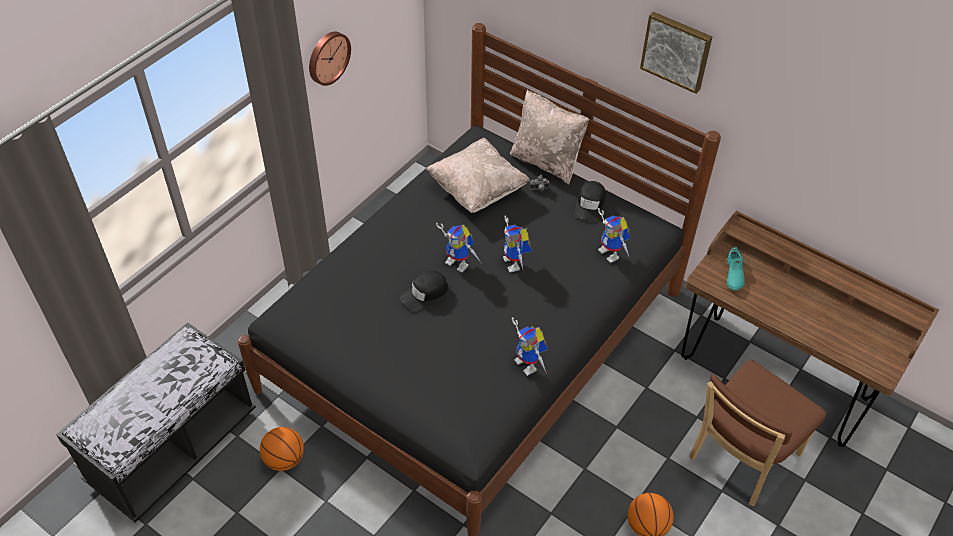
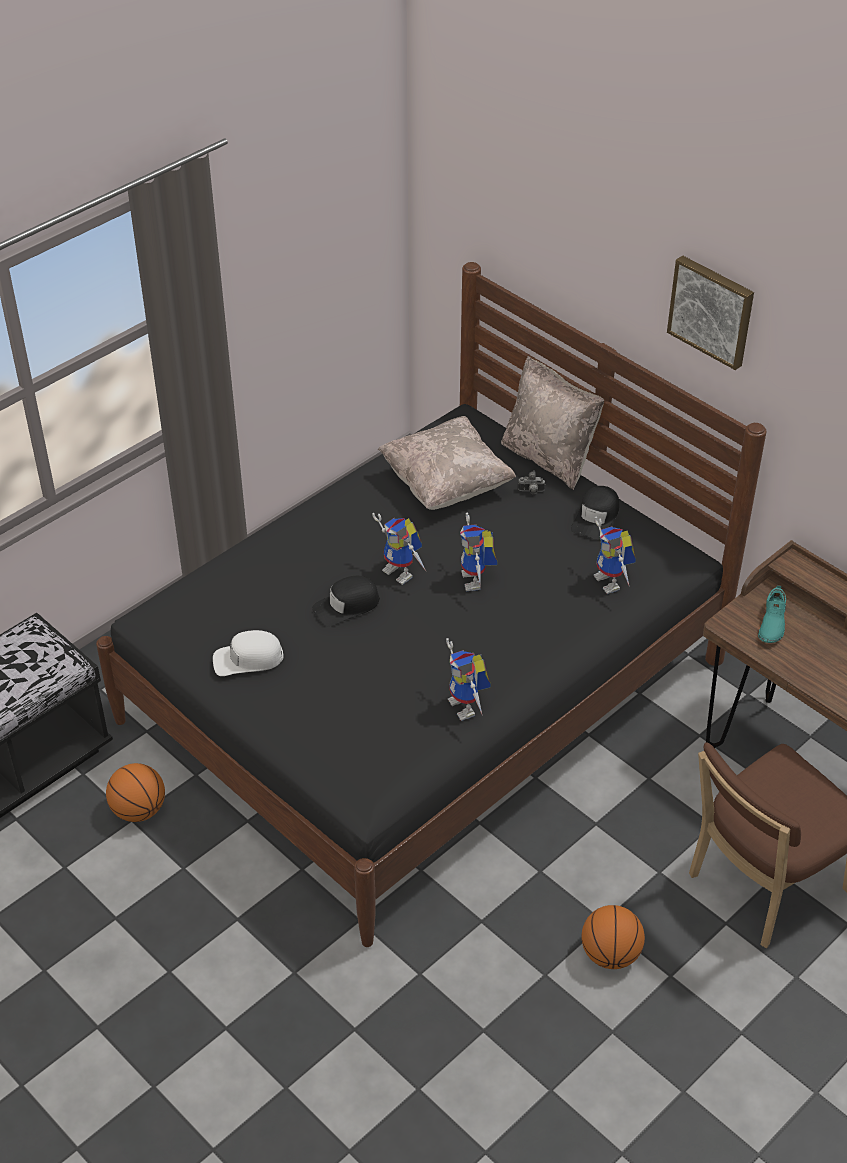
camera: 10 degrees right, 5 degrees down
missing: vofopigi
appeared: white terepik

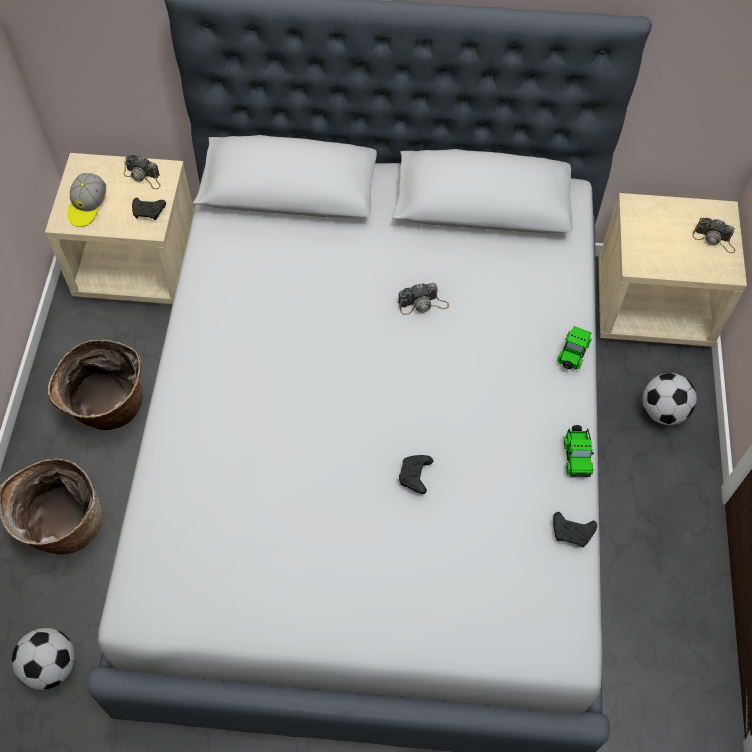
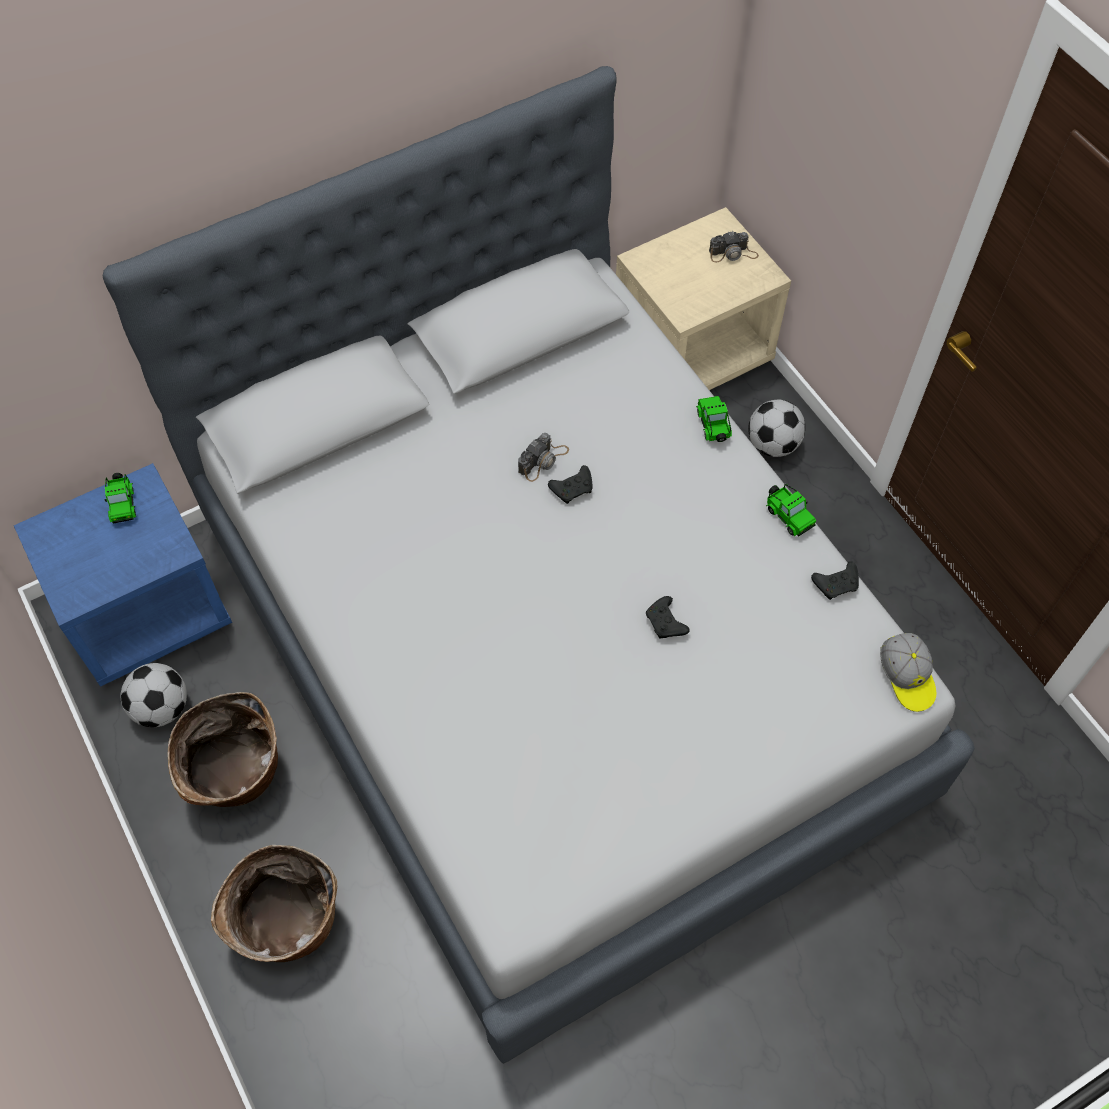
camera: 35 degrees left, 0 degrees up
relocated: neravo (no. 1 from left); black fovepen (no. 1 from left); terepik
exchanged: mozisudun (no. 1 from left) to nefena (no. 1 from left)
colour: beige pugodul (no. 1 from left) to blue pugodul

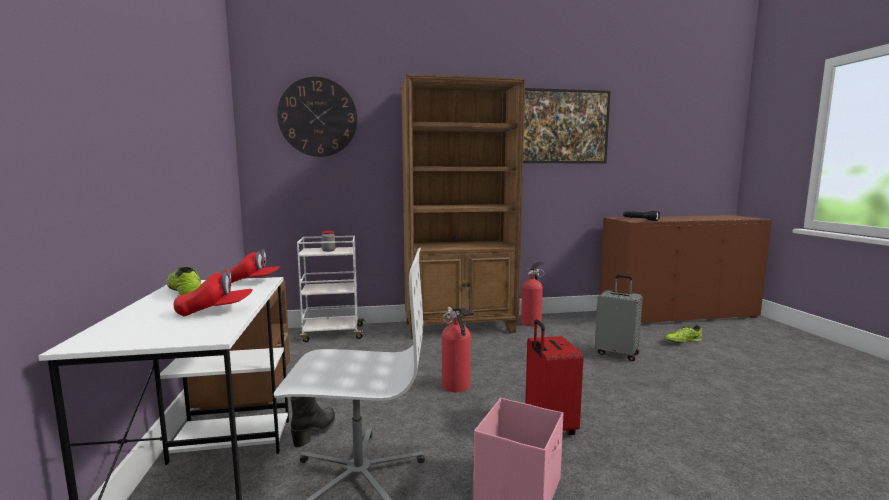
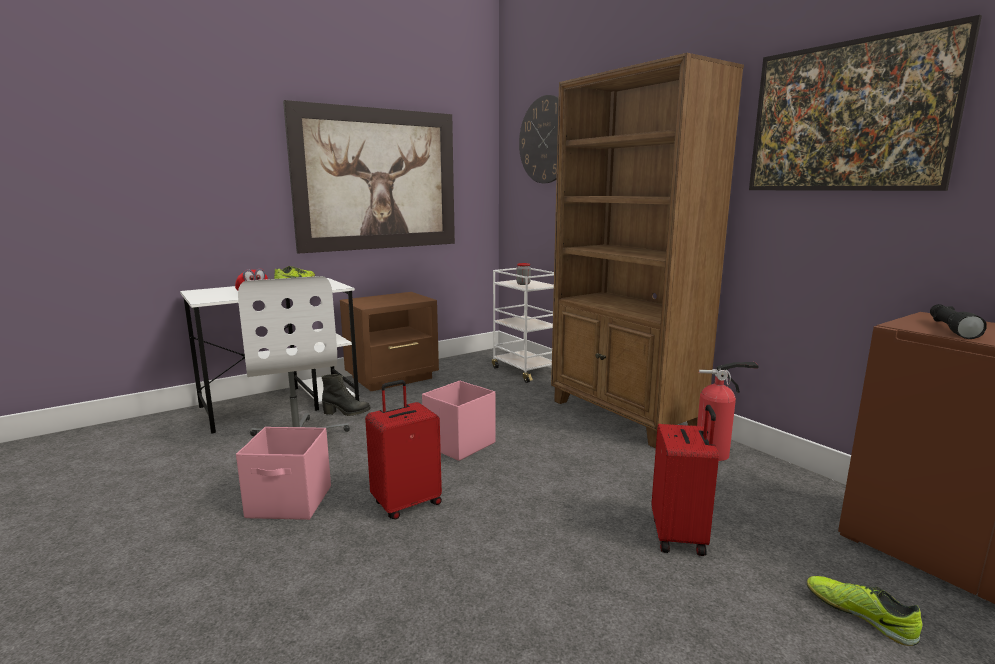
camera: 65 degrees right, 5 degrees up
missing: red terepik (no. 2 from left)
appeared: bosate (no. 1 from left)
exchanged: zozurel (no. 1 from left) to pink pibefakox (no. 2 from left)
colour: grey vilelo to red vilelo (no. 2 from left)

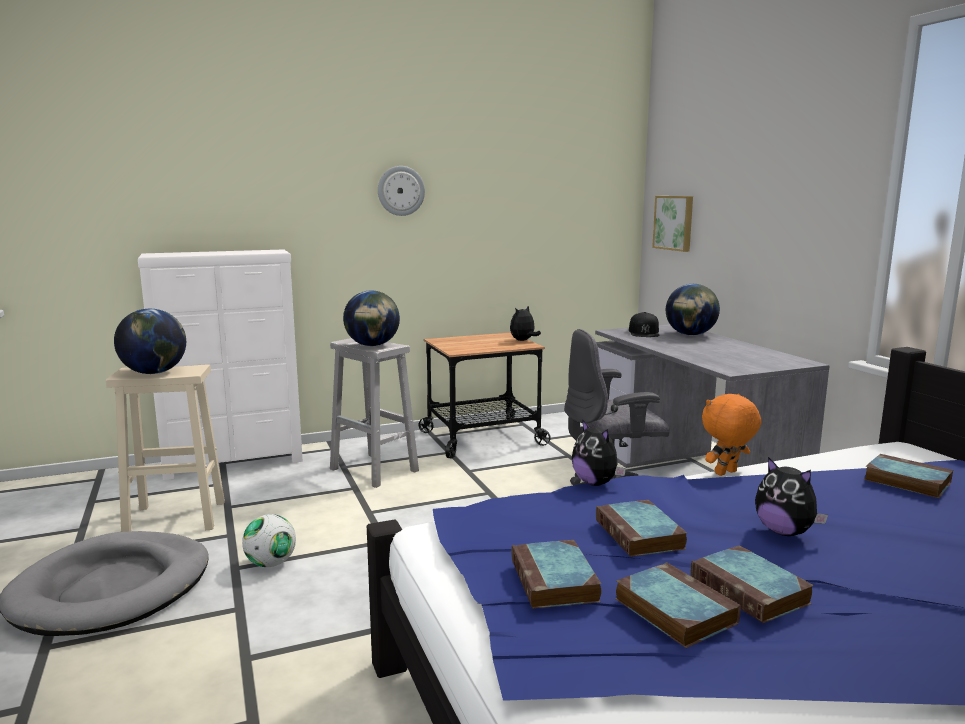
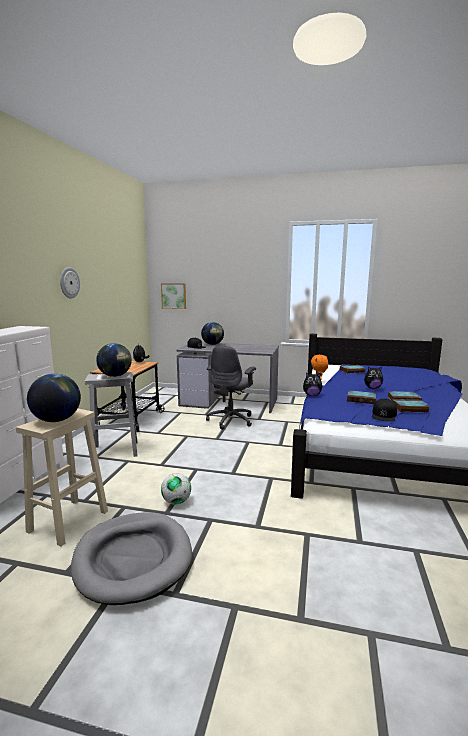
camera: 55 degrees left, 0 degrees up
exchanged: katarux (no. 1 from left) to black terepik (no. 2 from left)

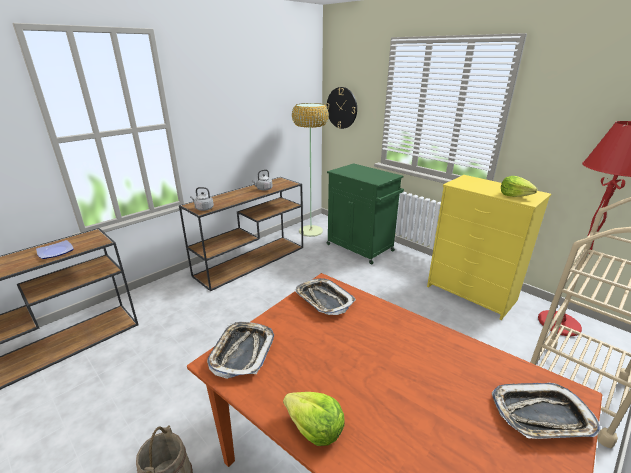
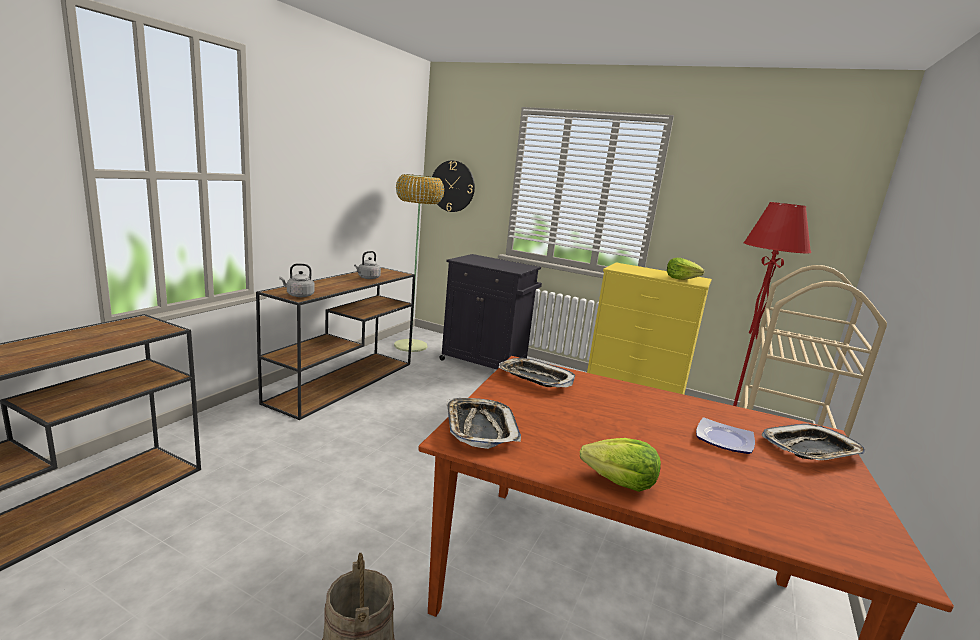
camera: 20 degrees left, 10 degrees down
relocated: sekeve
colour: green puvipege to black puvipege

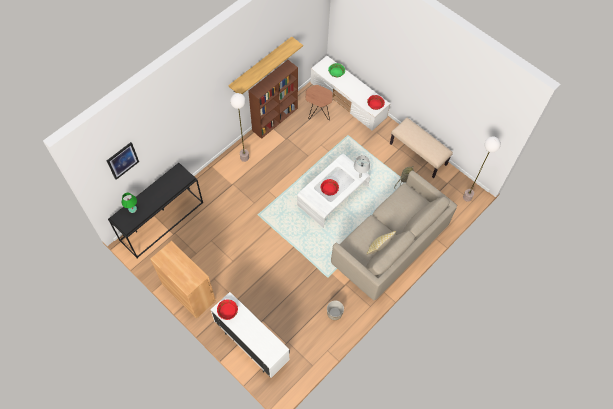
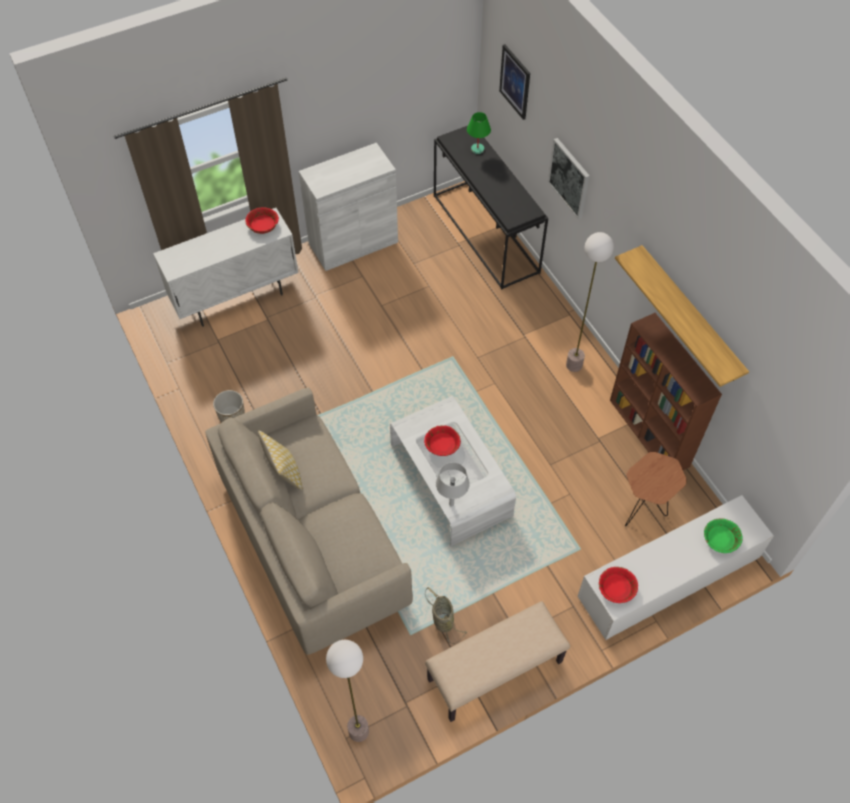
camera: 110 degrees right, 5 degrees down
appeared: bosate (no. 2 from left)
colour: brown puvipege to white puvipege (no. 2 from left)

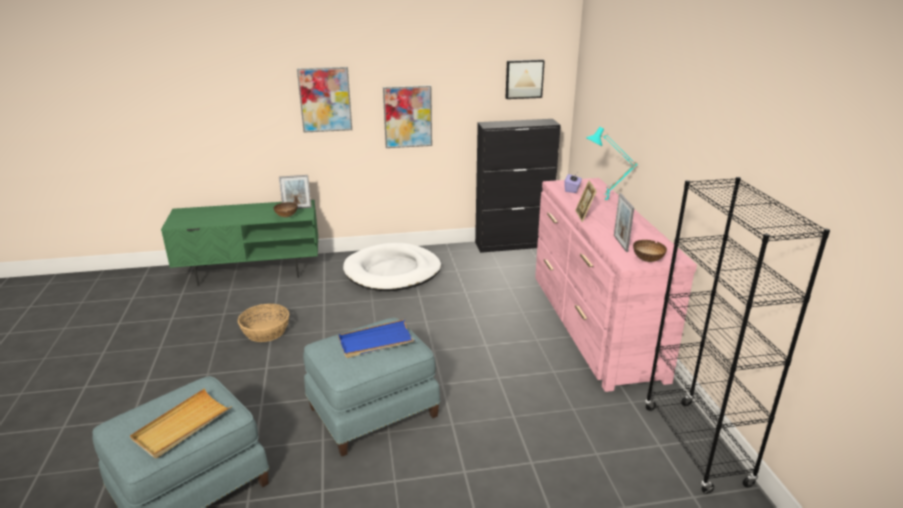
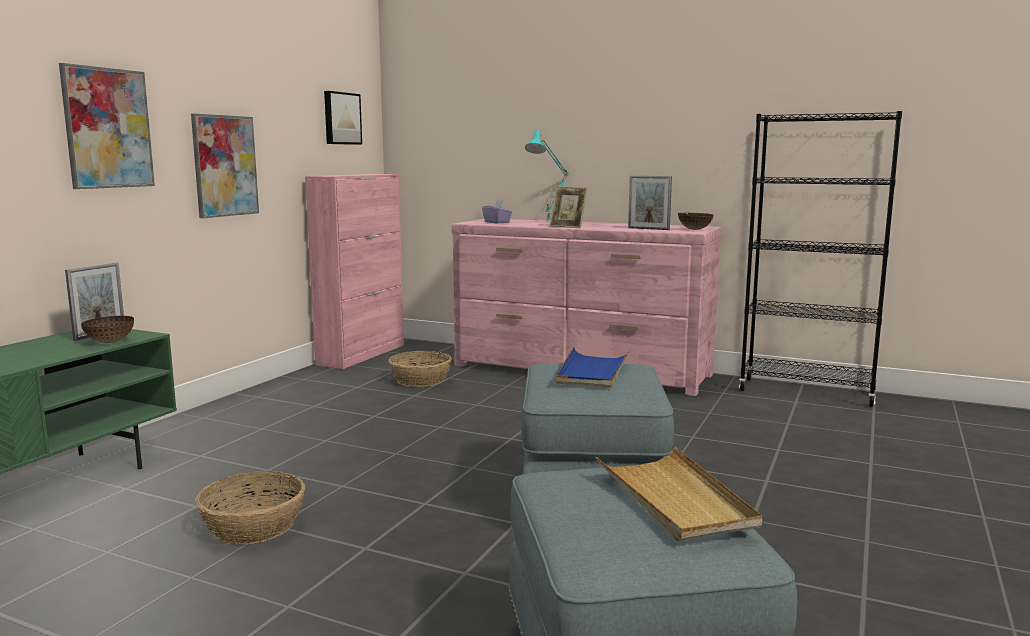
camera: 55 degrees left, 15 degrees down
missing: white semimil
appeared: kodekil (no. 2 from left)
colour: black puvipege to pink puvipege

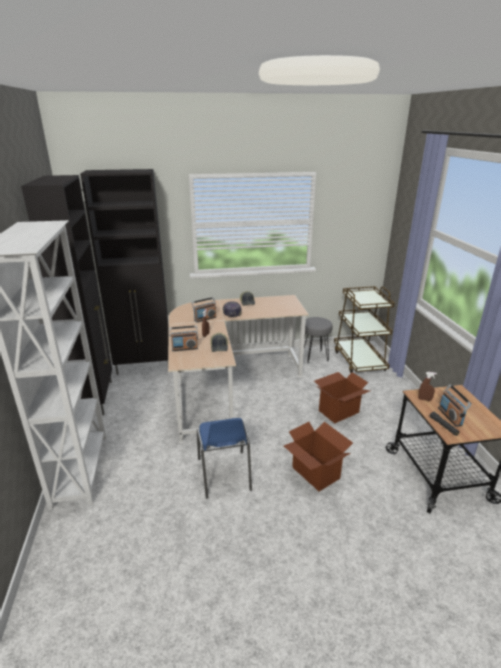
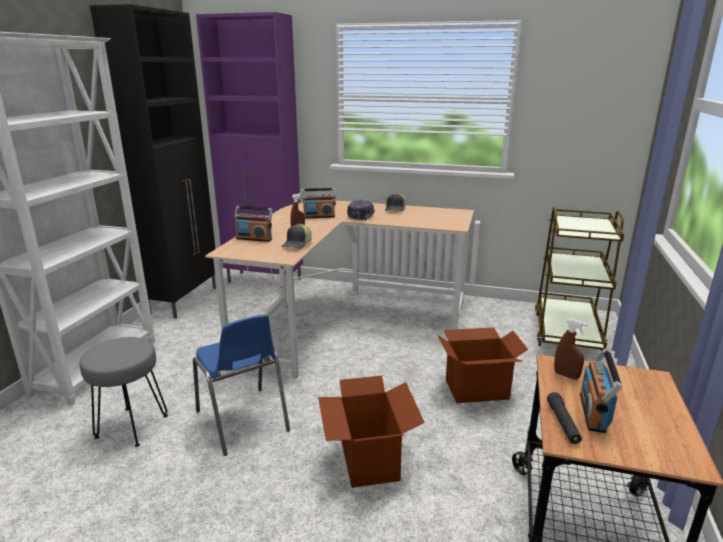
camera: 25 degrees right, 5 degrees down
relocated: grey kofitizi
colour: black puvipege (no. 2 from left) to purple puvipege
spun: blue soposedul 45 degrees counterclockwise

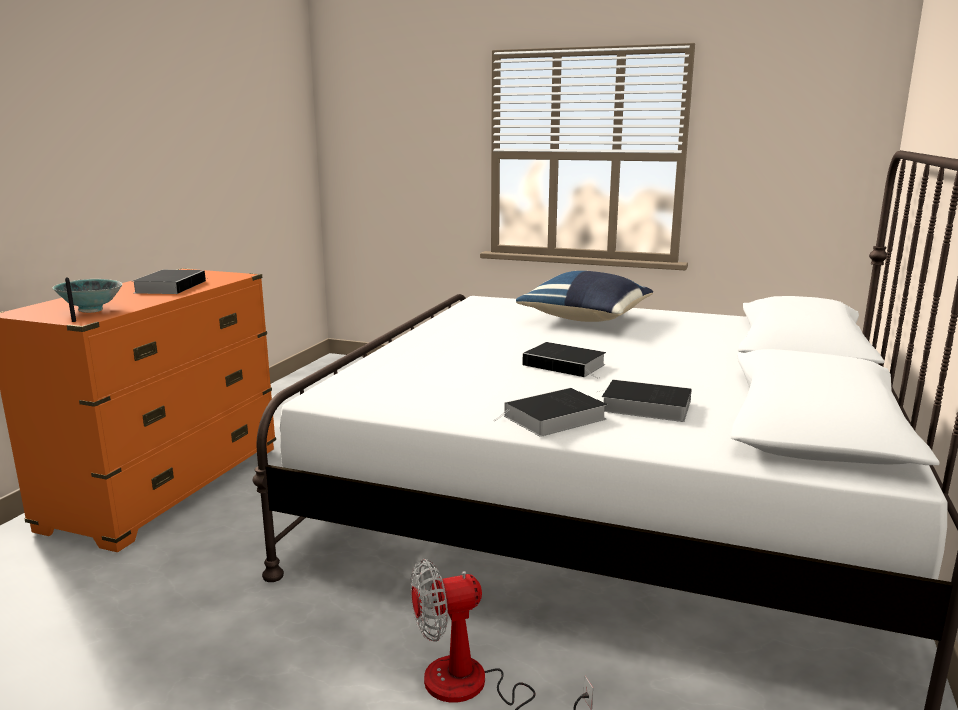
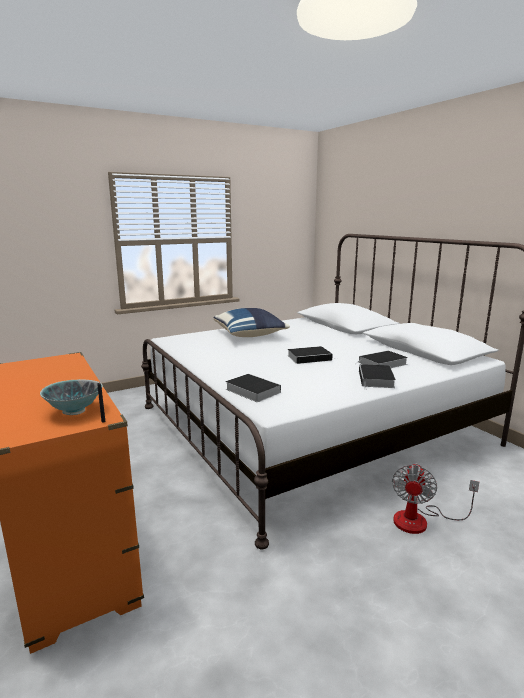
camera: 50 degrees left, 0 degrees up
relocated: katarux (no. 1 from left)

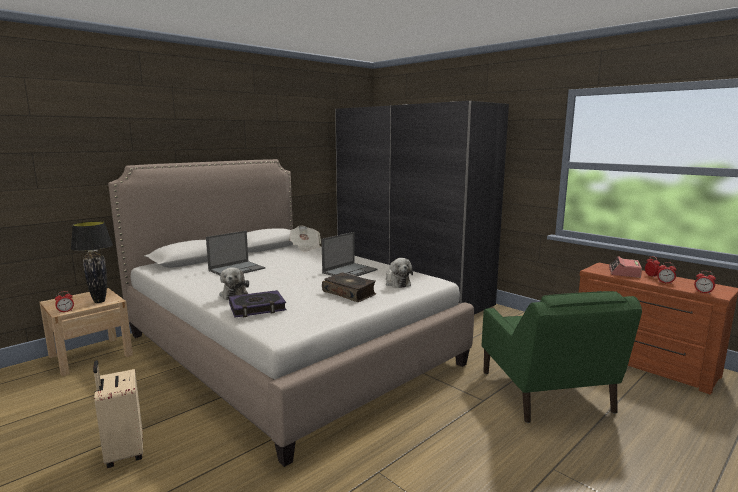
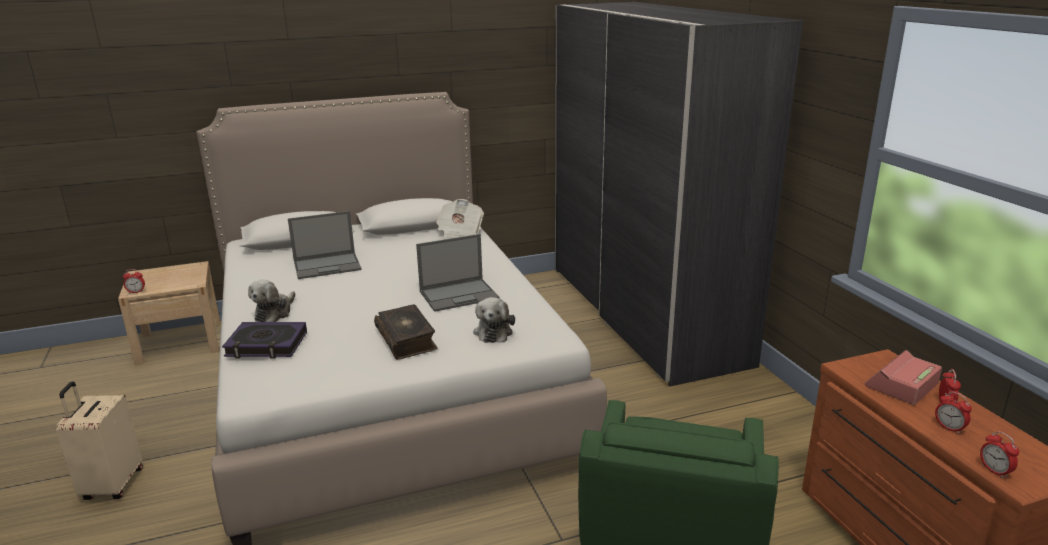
camera: 25 degrees right, 10 degrees up
missing: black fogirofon

